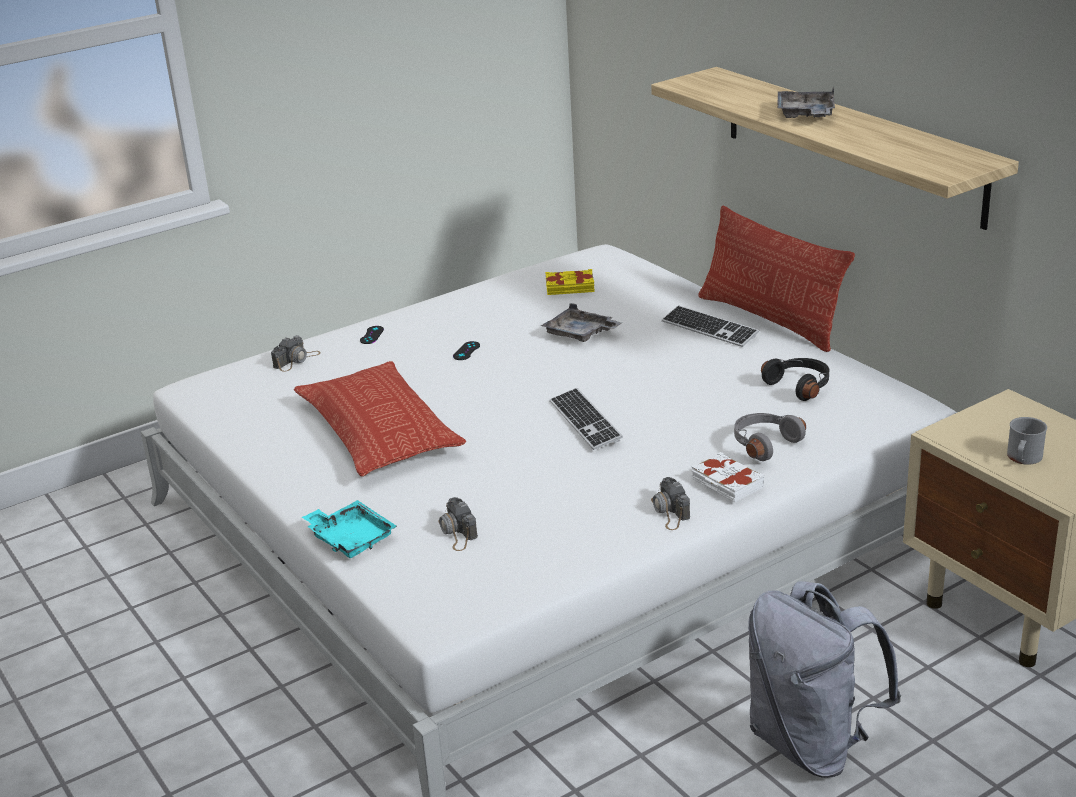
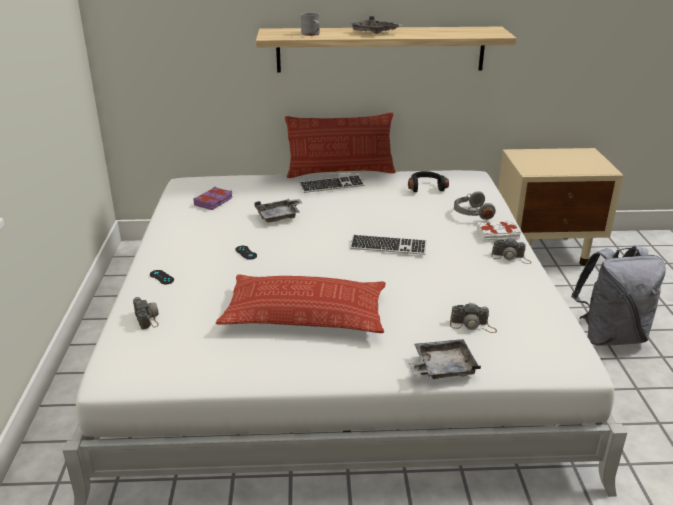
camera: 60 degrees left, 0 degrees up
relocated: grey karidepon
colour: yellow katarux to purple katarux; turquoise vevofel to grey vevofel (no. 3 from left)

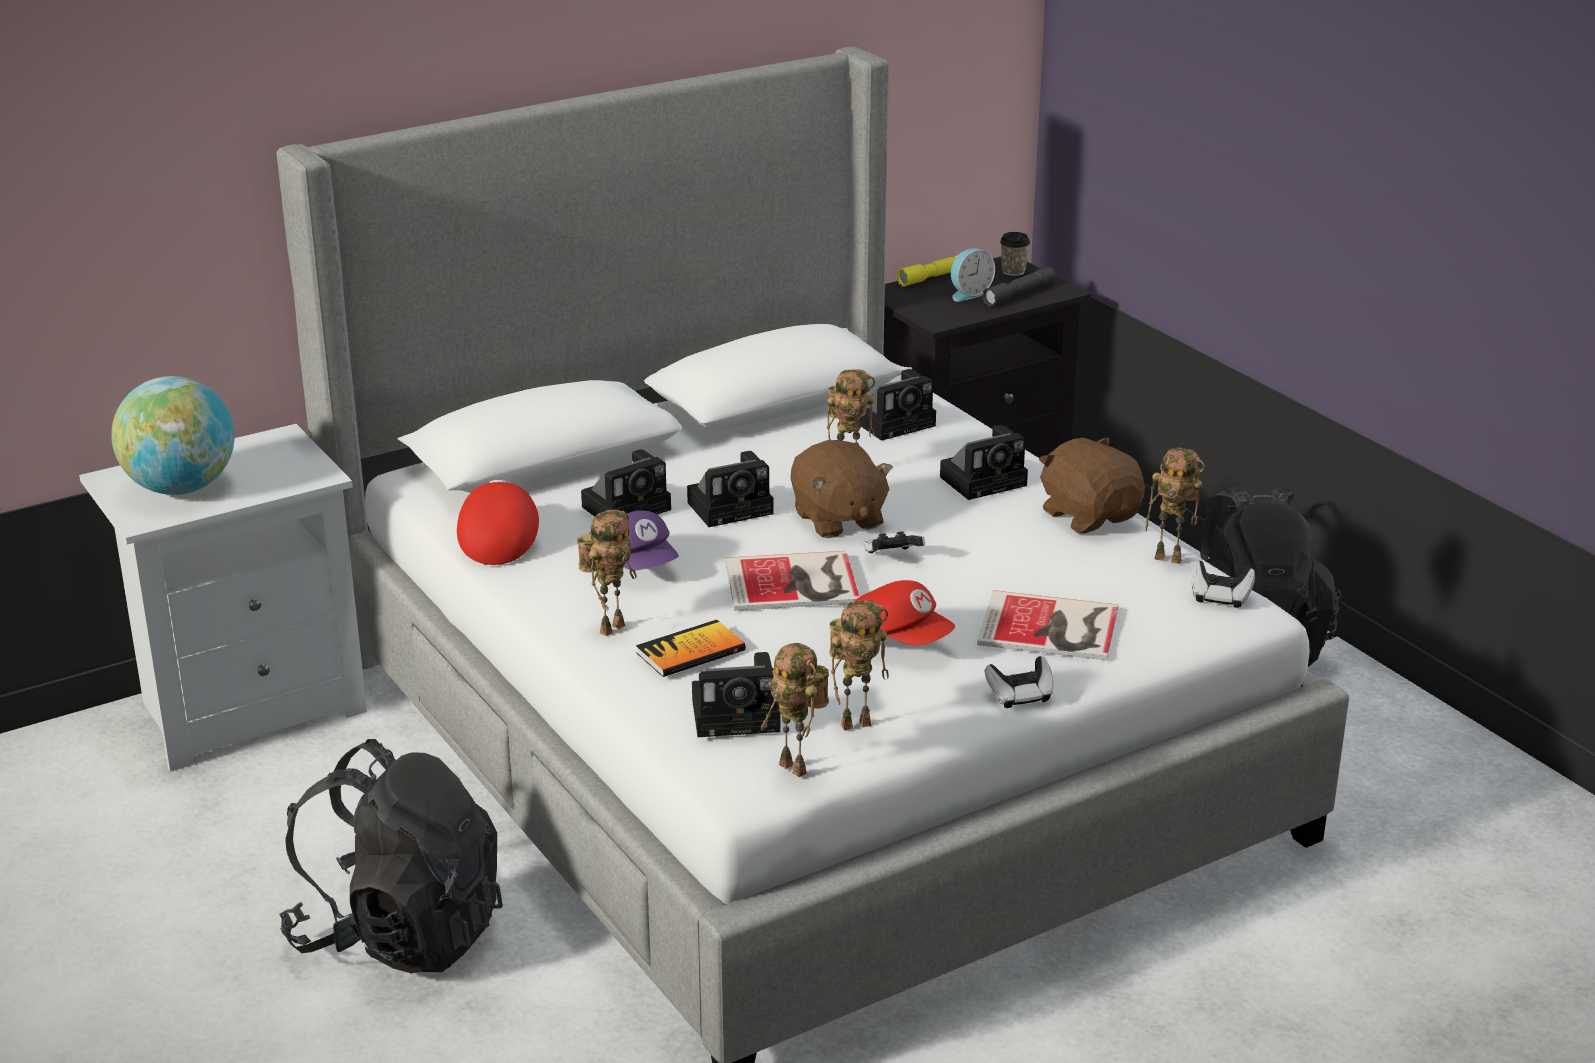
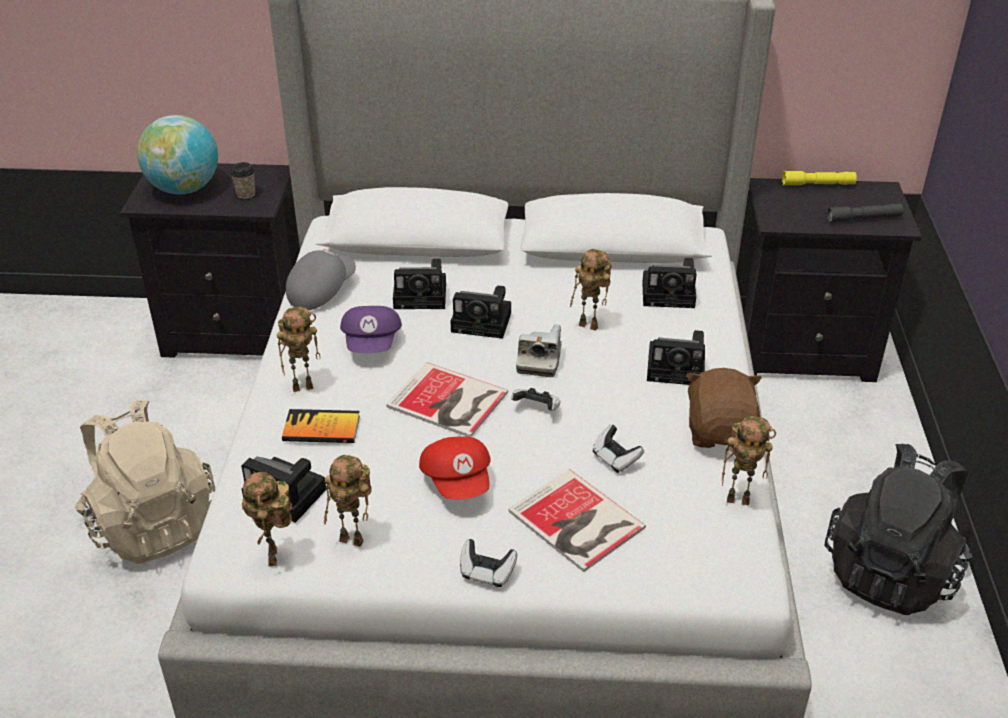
camera: 35 degrees right, 10 degrees up
missing: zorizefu
relocated: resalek; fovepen (no. 3 from left)
exchanged: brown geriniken (no. 1 from left) to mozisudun (no. 4 from left)
colour: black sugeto (no. 1 from left) to beige sugeto; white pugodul to black pugodul (no. 1 from left); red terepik (no. 1 from left) to grey terepik
spun: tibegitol (no. 5 from left) 45 degrees counterclockwise

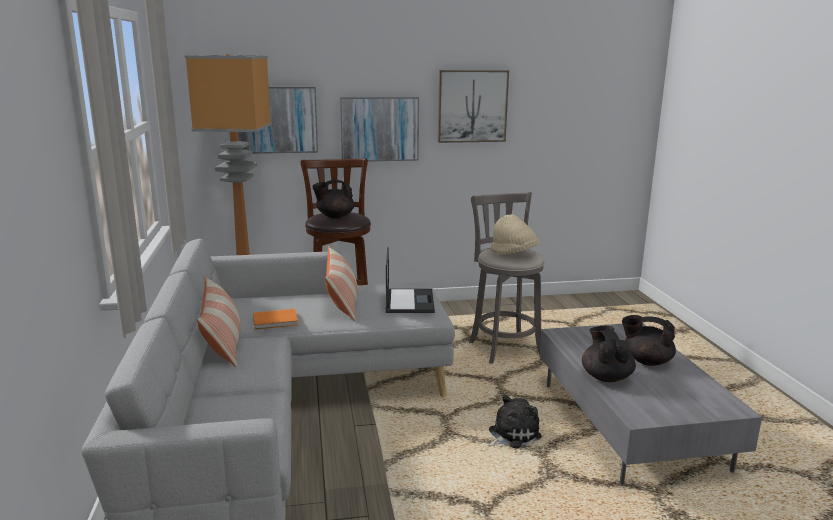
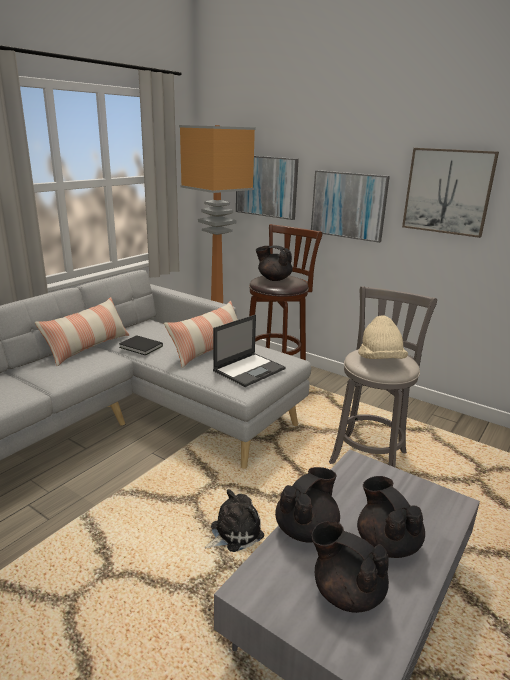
camera: 45 degrees right, 5 degrees up
appeared: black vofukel (no. 3 from left)
colour: orange katarux to black katarux
spun: geriniken 45 degrees counterclockwise

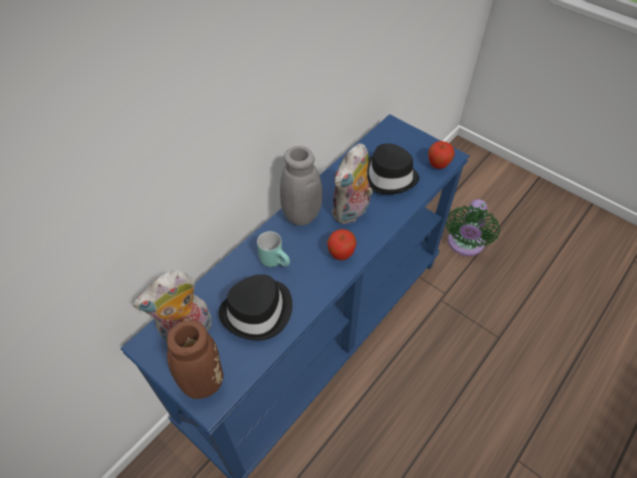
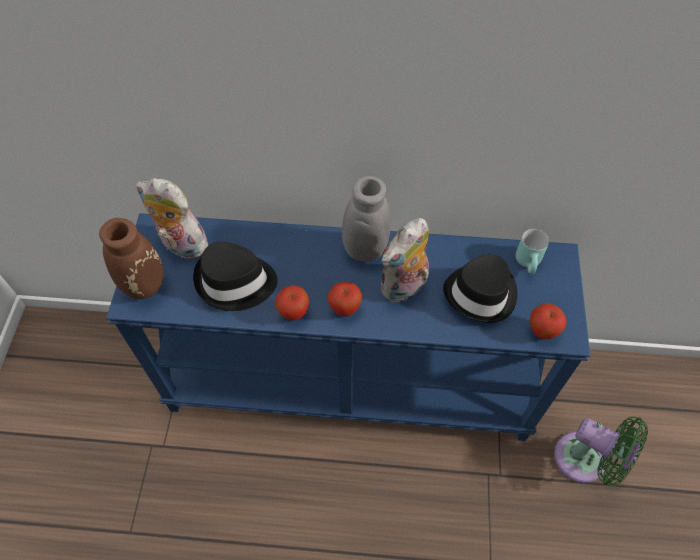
camera: 55 degrees right, 5 degrees up
appeared: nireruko (no. 1 from left)
relocated: turquoise karidepon
spun: geriniken (no. 2 from left) 45 degrees counterclockwise; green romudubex 135 degrees counterclockwise

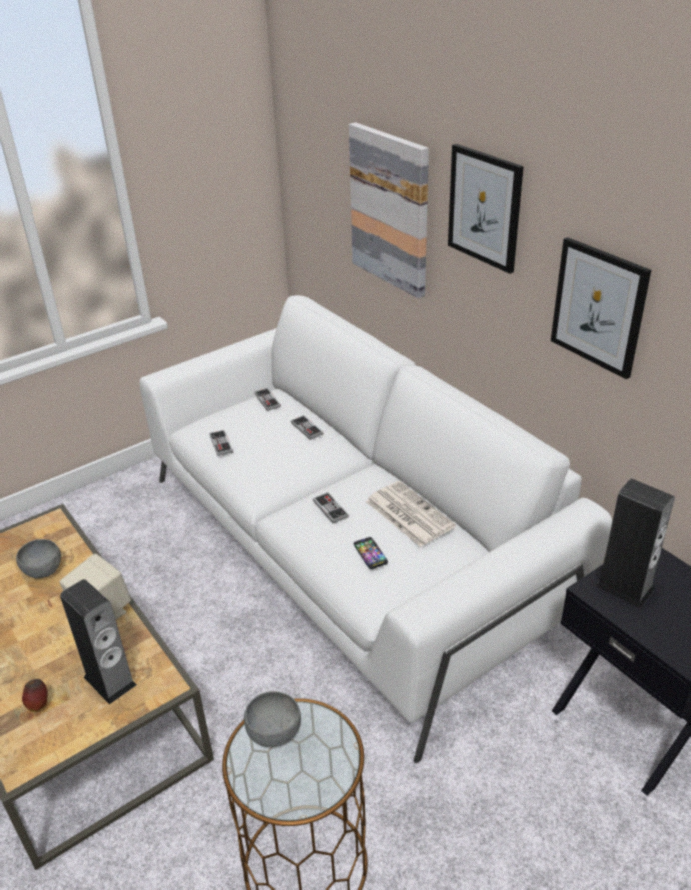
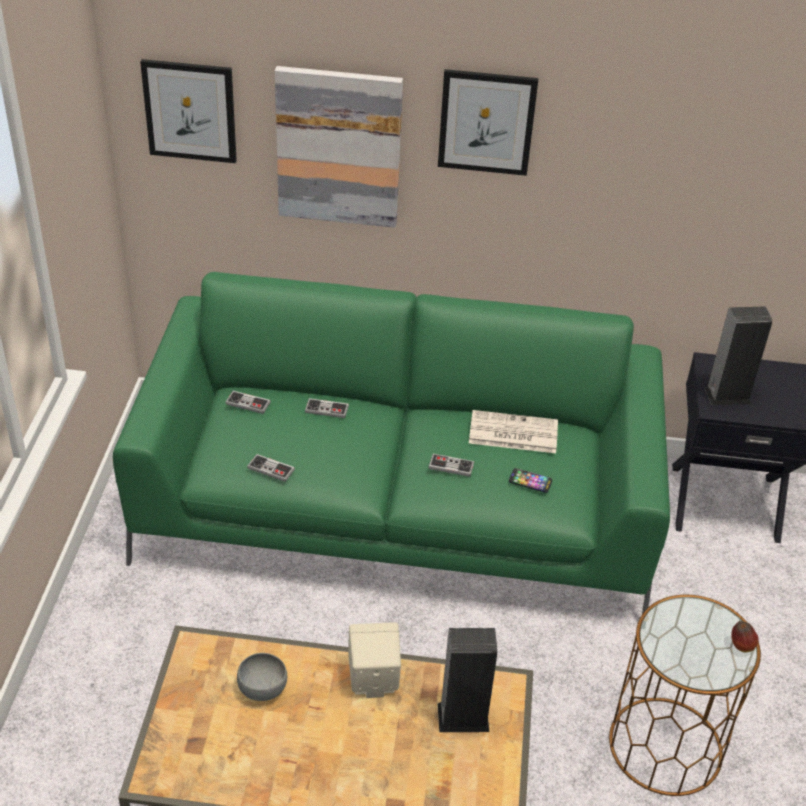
camera: 50 degrees left, 5 degrees up
missing: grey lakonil (no. 2 from left)
relocated: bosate (no. 3 from left in the first image) to bosate (no. 1 from left); nireruko
colour: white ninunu to green ninunu

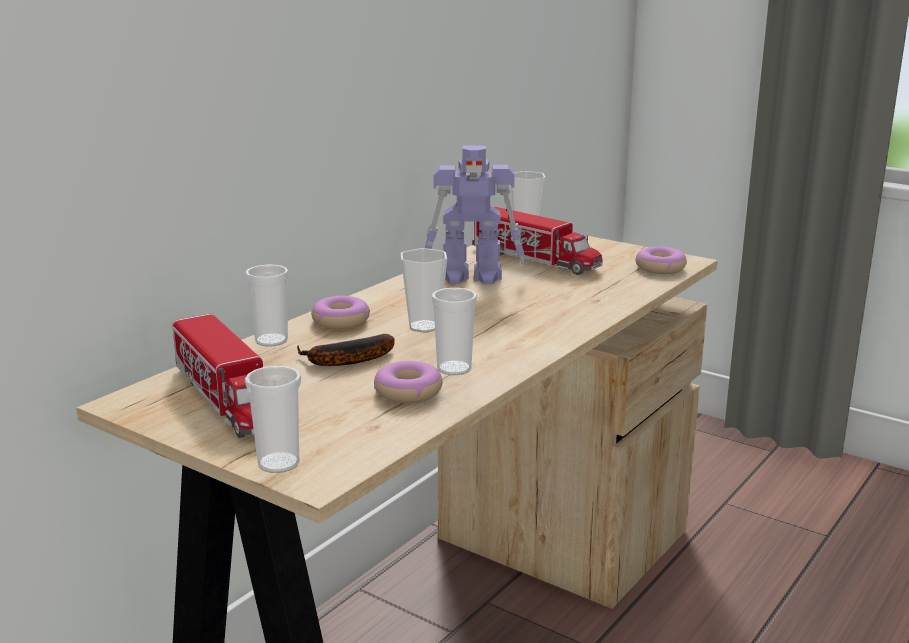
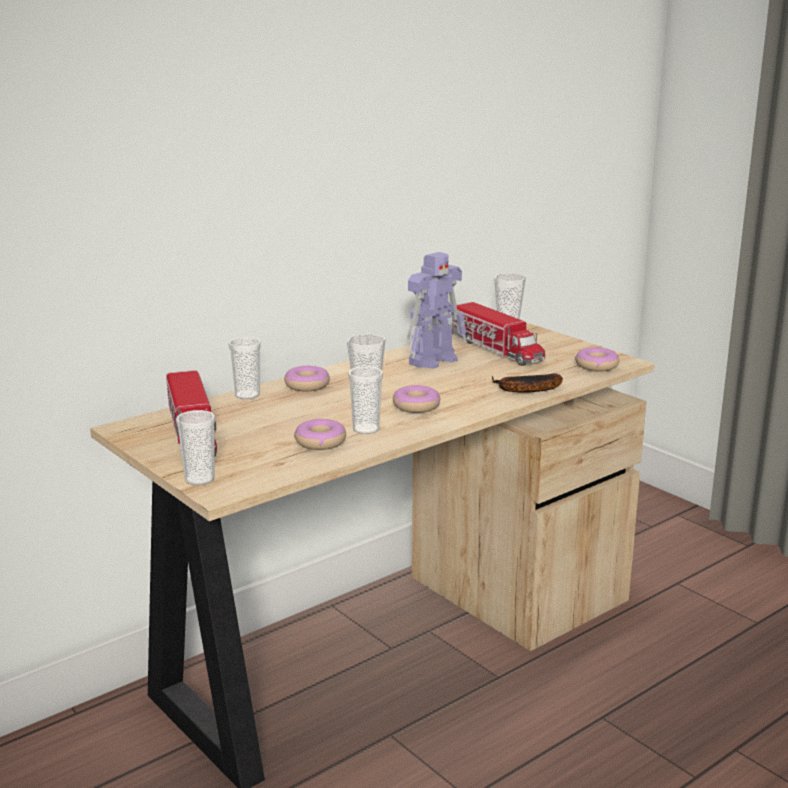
camera: 15 degrees right, 0 degrees up
appeared: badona (no. 3 from left)
relocated: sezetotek
spun: tibegitol 60 degrees counterclockwise

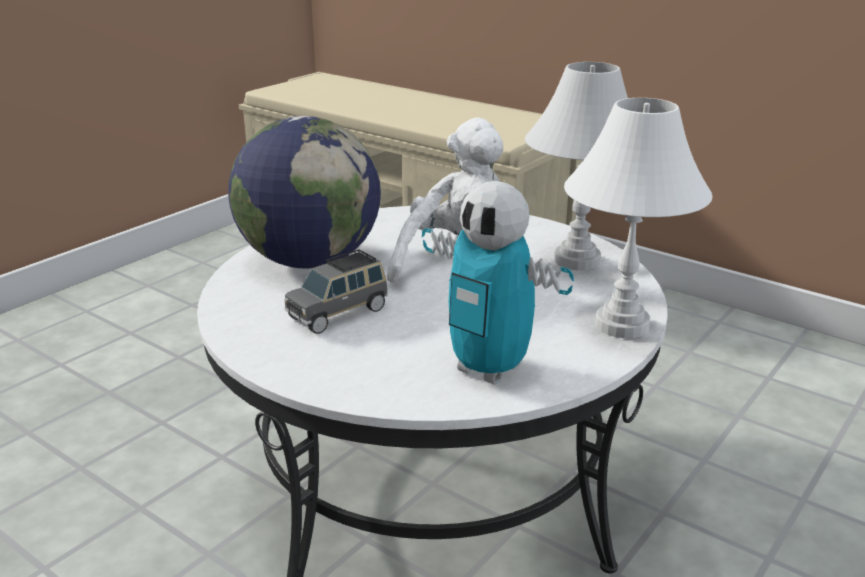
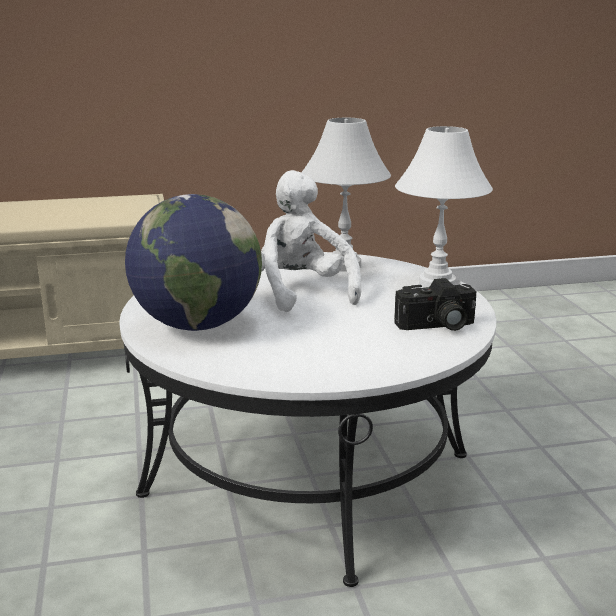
camera: 50 degrees left, 5 degrees down
missing: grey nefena
exchanged: tibegitol to mozisudun

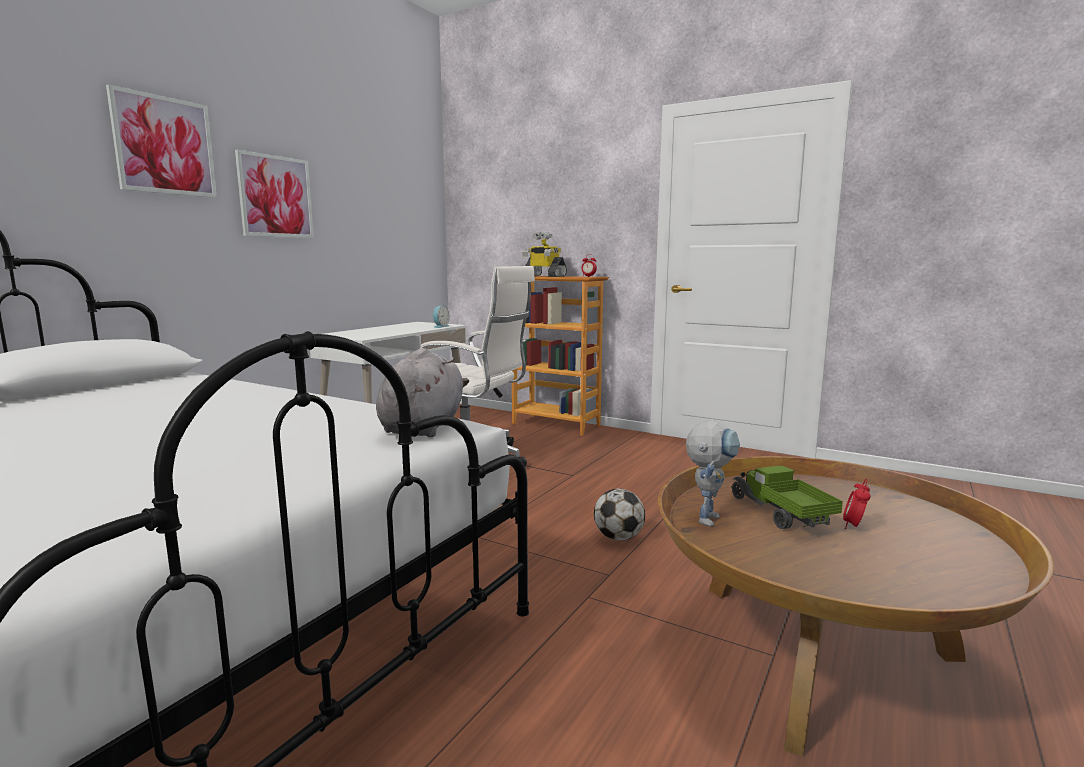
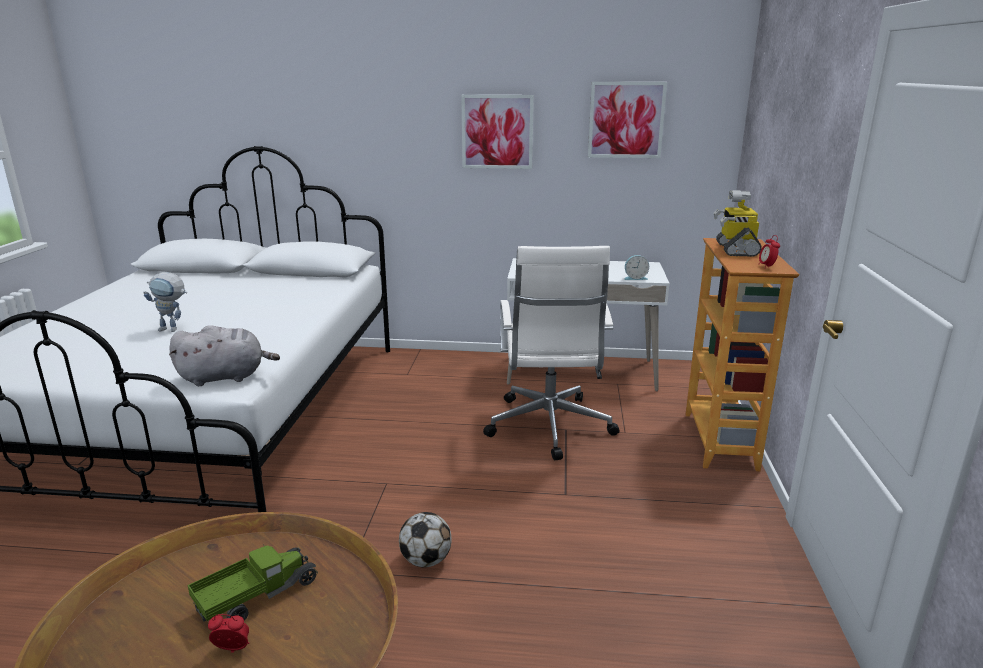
camera: 65 degrees right, 10 degrees up
relocated: tibegitol (no. 2 from left in the first image) to tibegitol (no. 1 from left); bosate (no. 1 from left in the first image) to bosate (no. 2 from left)

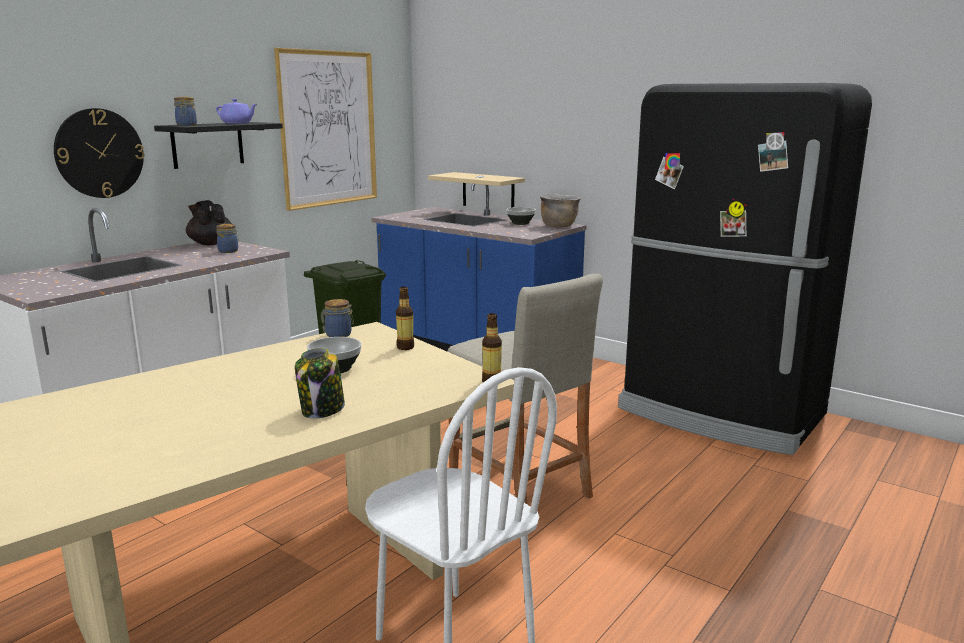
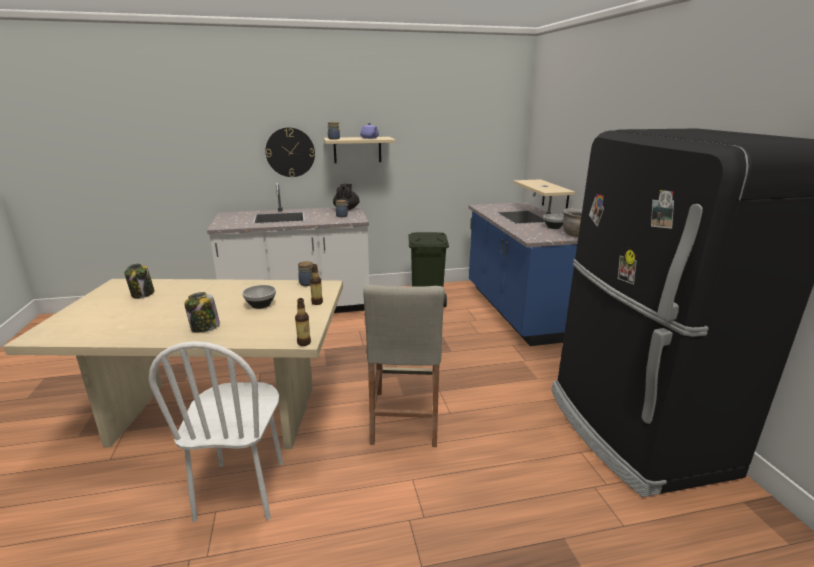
camera: 40 degrees right, 5 degrees up
missing: bosate
appeared: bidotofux (no. 1 from left)
colour: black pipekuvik to beige pipekuvik (no. 1 from left)

